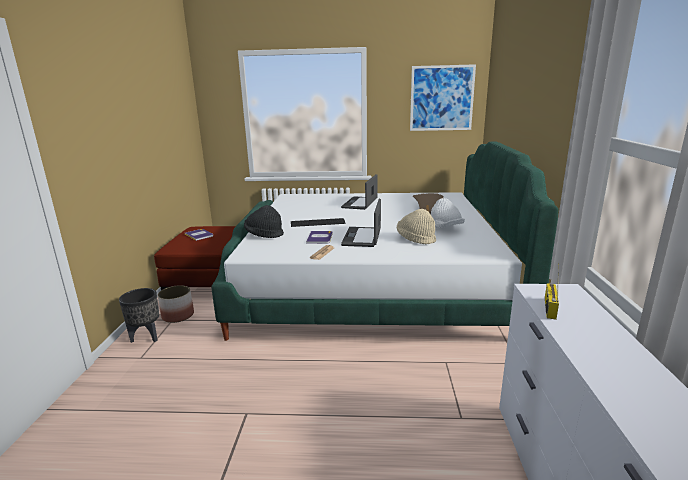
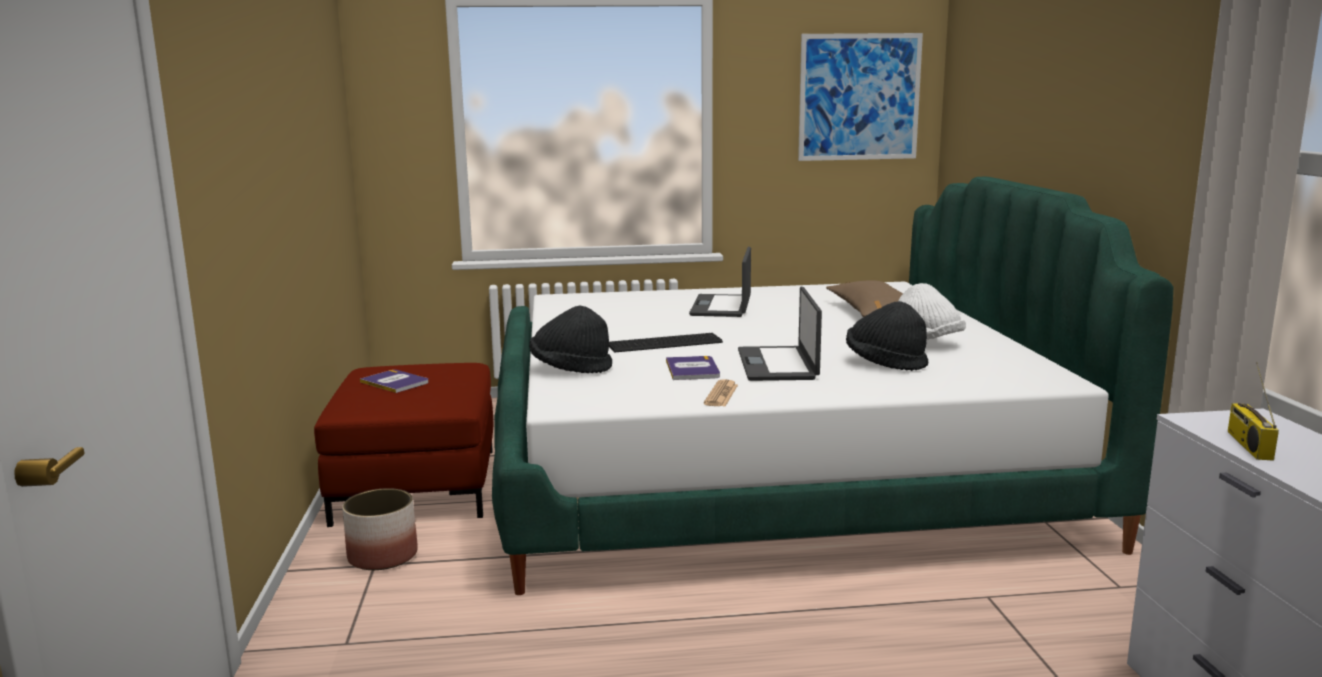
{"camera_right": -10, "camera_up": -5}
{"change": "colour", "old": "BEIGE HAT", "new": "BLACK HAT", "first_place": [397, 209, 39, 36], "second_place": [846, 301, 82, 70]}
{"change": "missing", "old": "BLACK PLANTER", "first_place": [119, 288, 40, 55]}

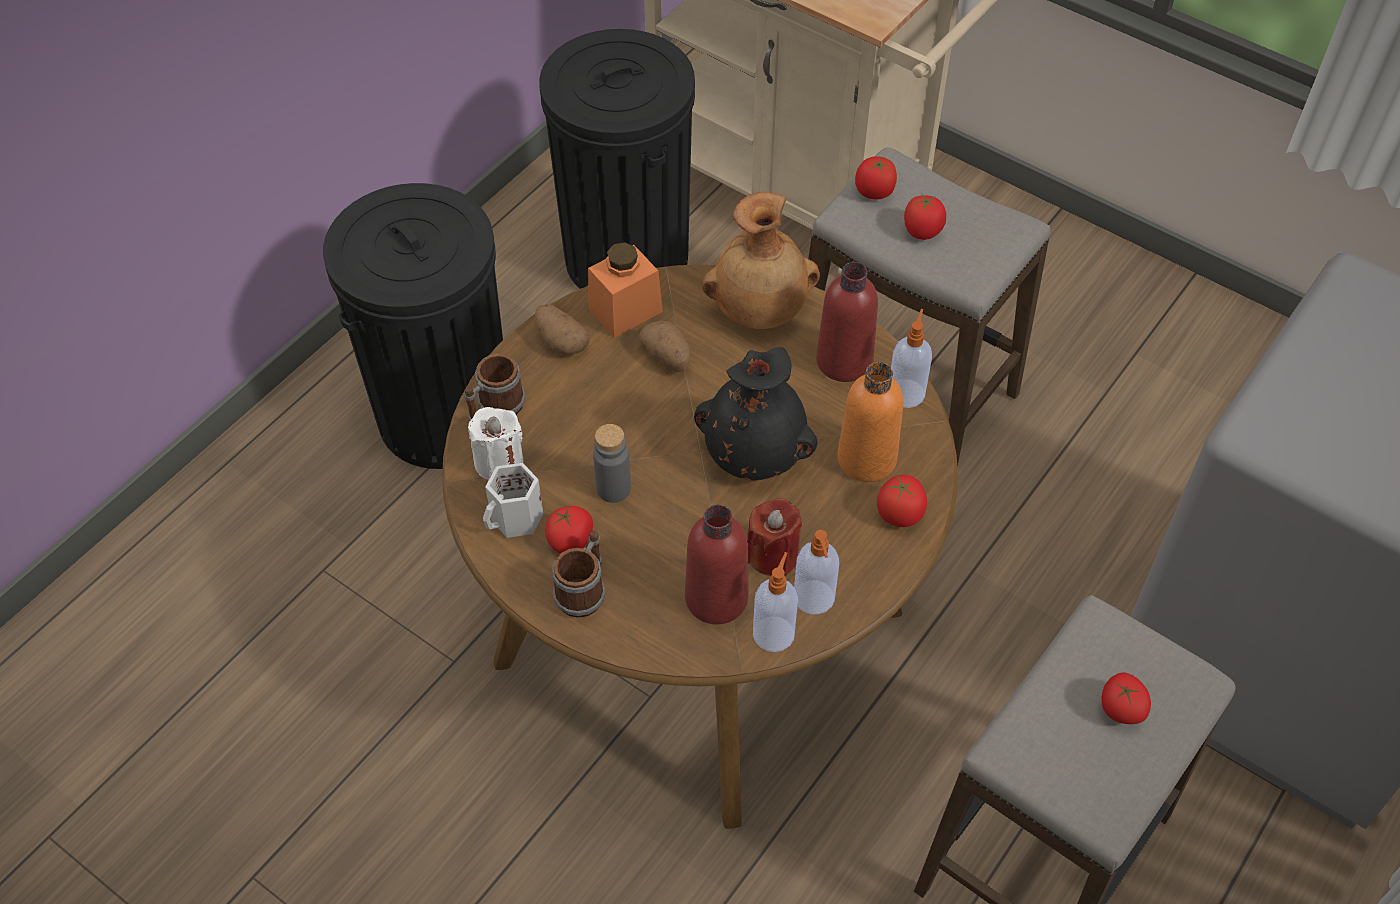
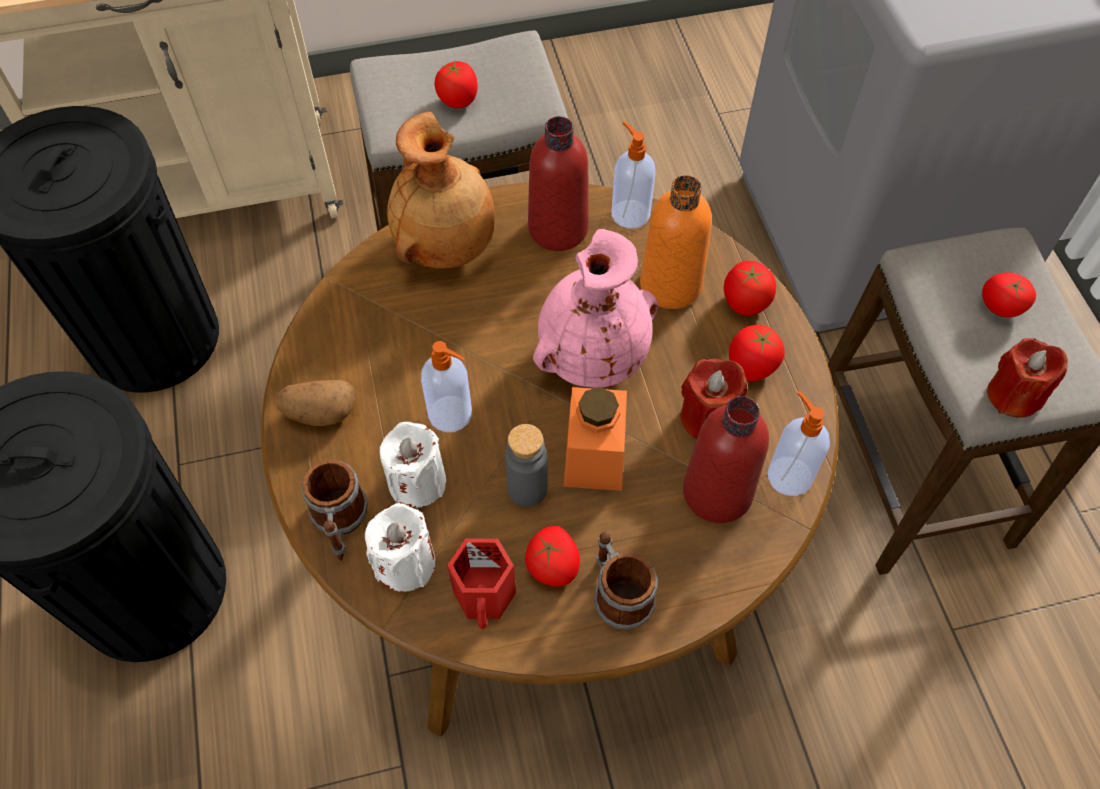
{"camera_right": -50, "camera_up": 5}
{"change": "appeared", "new": "WHITE CANDLE", "second_place": [380, 422, 66, 86]}
{"change": "relocated", "old": "SOAP DISPENSER", "first_place": [794, 530, 45, 85], "second_place": [421, 341, 51, 91]}
{"change": "colour", "old": "WHITE MUG", "new": "RED MUG", "first_place": [483, 463, 60, 75], "second_place": [447, 539, 69, 90]}
{"change": "colour", "old": "BLACK VASE", "new": "PINK VASE", "first_place": [694, 347, 124, 133], "second_place": [533, 229, 125, 159]}
{"change": "relocated", "old": "ORANGE JAR", "first_place": [588, 242, 75, 96], "second_place": [564, 387, 63, 104]}
{"change": "relocated", "old": "TOMATO", "first_place": [855, 156, 42, 44], "second_place": [729, 325, 56, 56]}
{"change": "appeared", "new": "RED CANDLE", "second_place": [987, 338, 81, 80]}
{"change": "missing", "old": "POTATO", "first_place": [639, 321, 52, 51]}

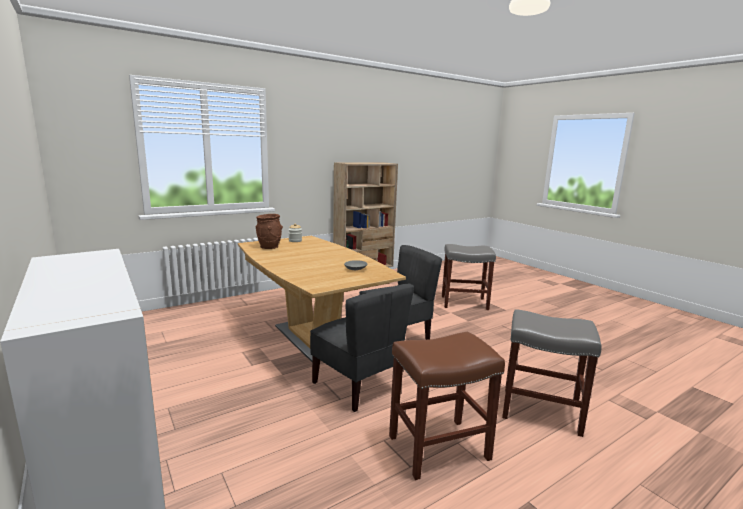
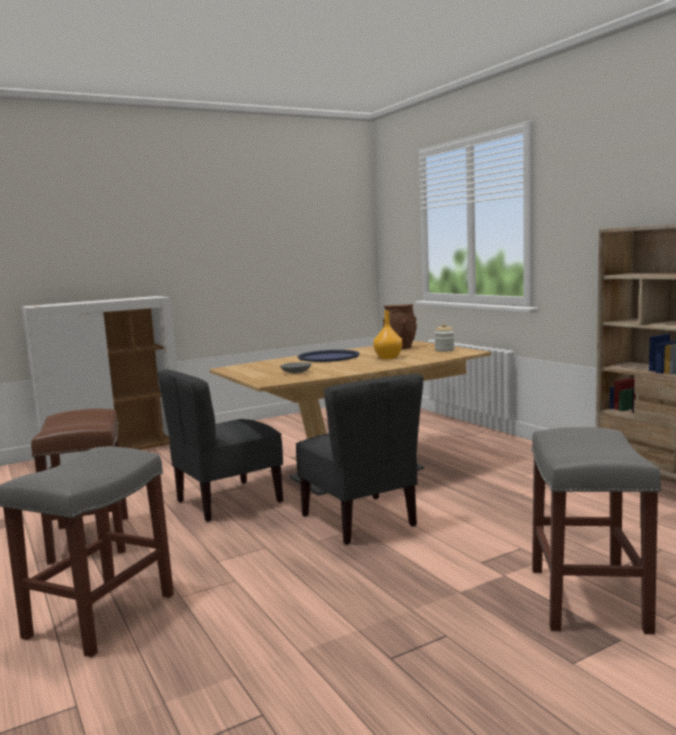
{"camera_right": 95, "camera_up": -5}
{"change": "appeared", "new": "BLUE TRAY", "second_place": [298, 350, 61, 12]}
{"change": "appeared", "new": "ORANGE VASE", "second_place": [373, 310, 30, 49]}

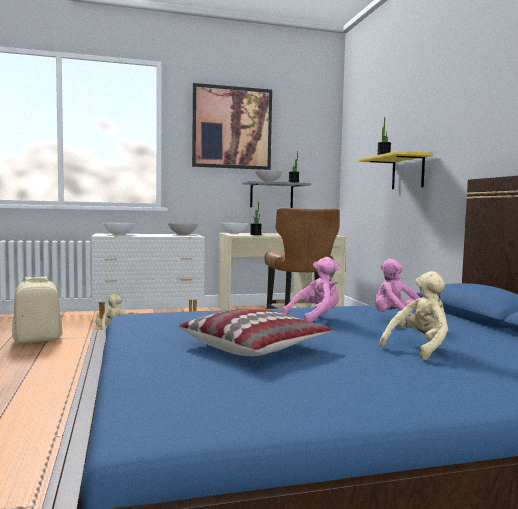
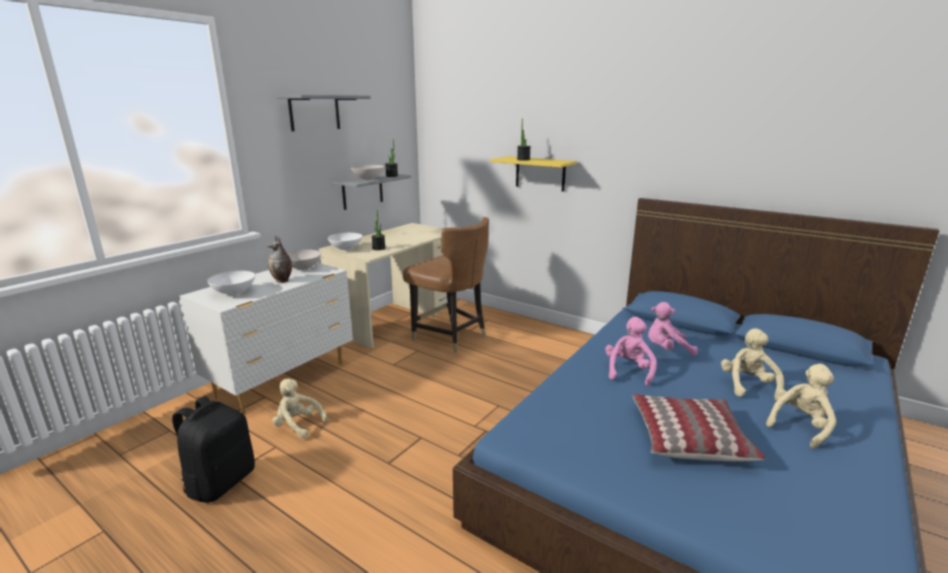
{"camera_right": -40, "camera_up": 15}
{"change": "colour", "old": "BEIGE BACKPACK", "new": "BLACK BACKPACK", "first_place": [12, 276, 51, 67], "second_place": [172, 396, 83, 107]}
{"change": "appeared", "new": "VASE", "second_place": [267, 236, 25, 47]}
{"change": "exchanged", "old": "PICTURE", "new": "GREY SHELF", "first_place": [192, 83, 80, 87], "second_place": [276, 95, 95, 36]}
{"change": "appeared", "new": "BEIGE PLUSH TOY", "second_place": [766, 364, 70, 85]}

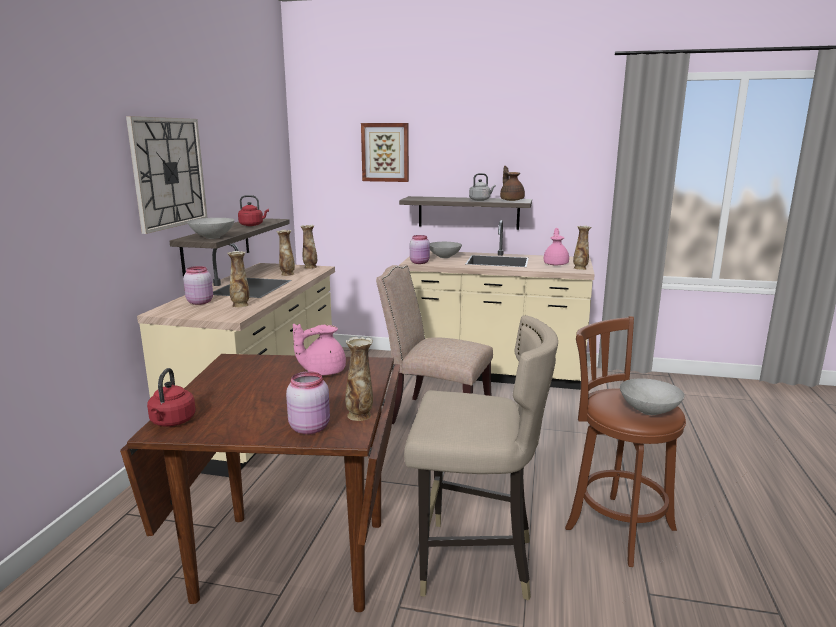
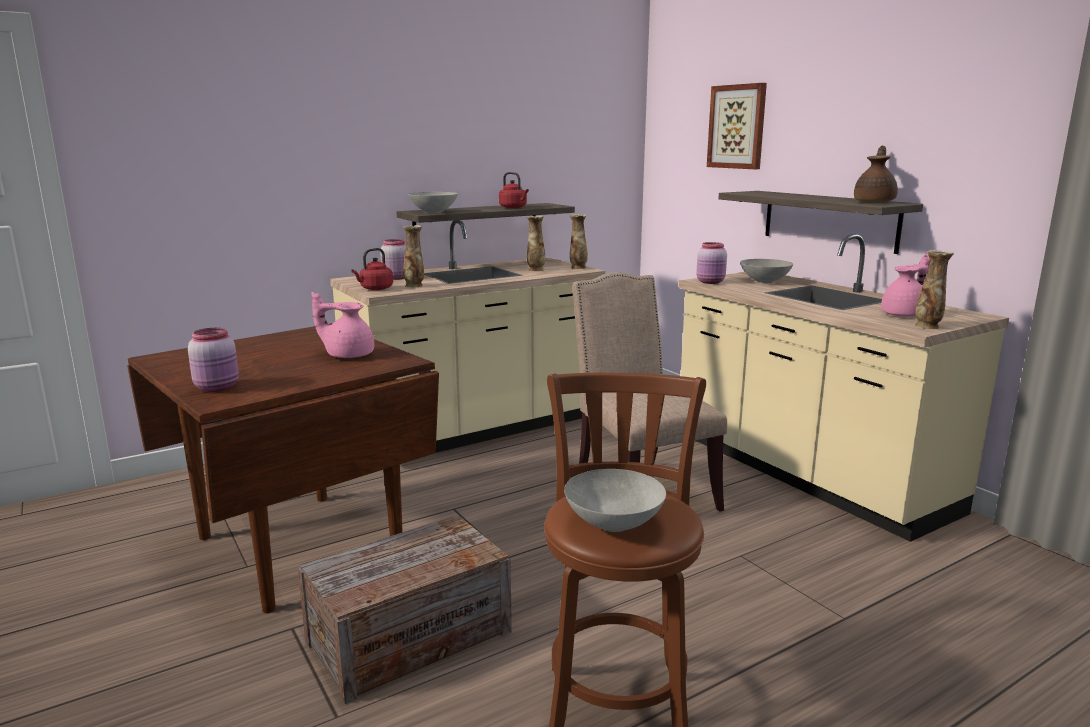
{"camera_right": 45, "camera_up": 0}
{"change": "exchanged", "old": "BEIGE STOOL", "new": "CRATE", "first_place": [404, 315, 154, 286], "second_place": [298, 515, 214, 189]}
{"change": "relocated", "old": "RED KETTLE", "first_place": [147, 368, 49, 59], "second_place": [351, 248, 42, 42]}
{"change": "missing", "old": "WALL CLOCK", "first_place": [126, 116, 81, 118]}
{"change": "missing", "old": "VASE", "first_place": [345, 337, 28, 84]}
{"change": "missing", "old": "GREY KETTLE", "first_place": [469, 173, 27, 28]}

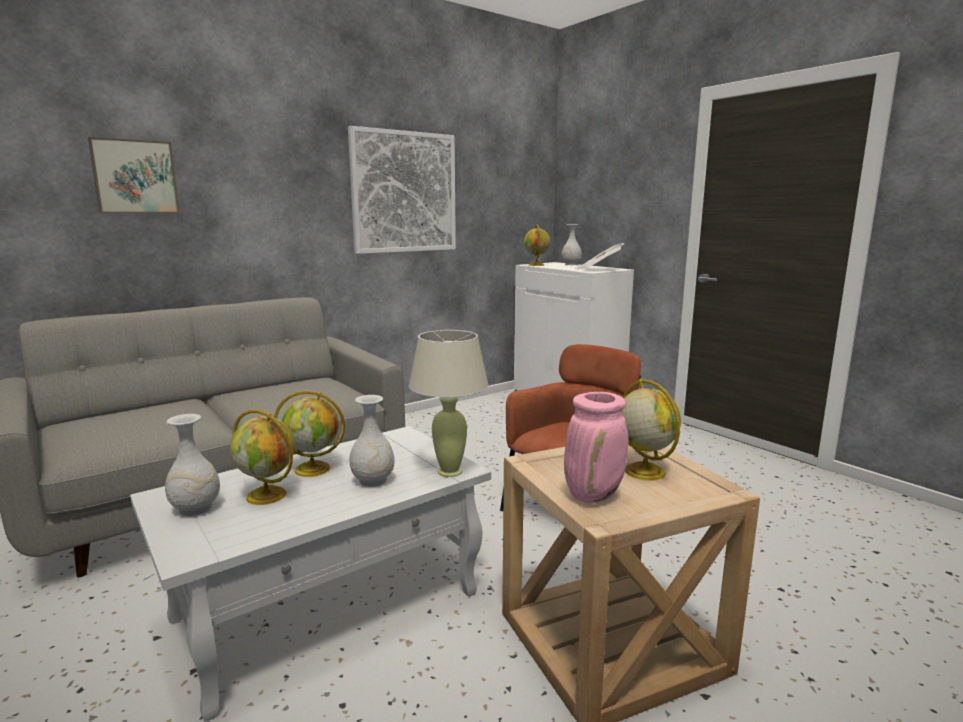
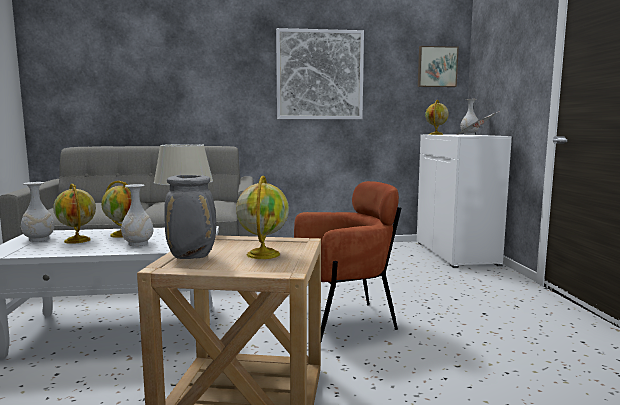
{"camera_right": 30, "camera_up": -5}
{"change": "colour", "old": "PINK VASE", "new": "GREY VASE", "first_place": [564, 392, 65, 111], "second_place": [164, 175, 52, 84]}
{"change": "relocated", "old": "PICTURE", "first_place": [88, 137, 92, 76], "second_place": [418, 46, 41, 41]}

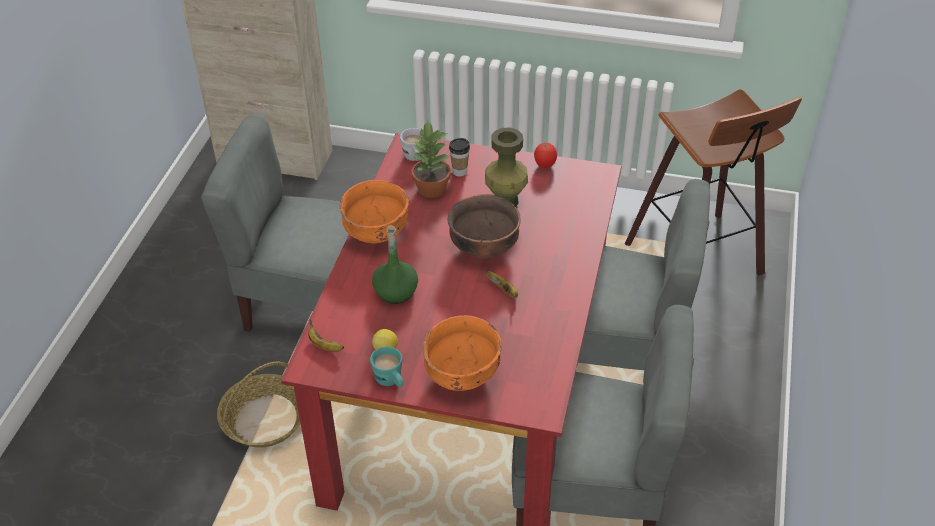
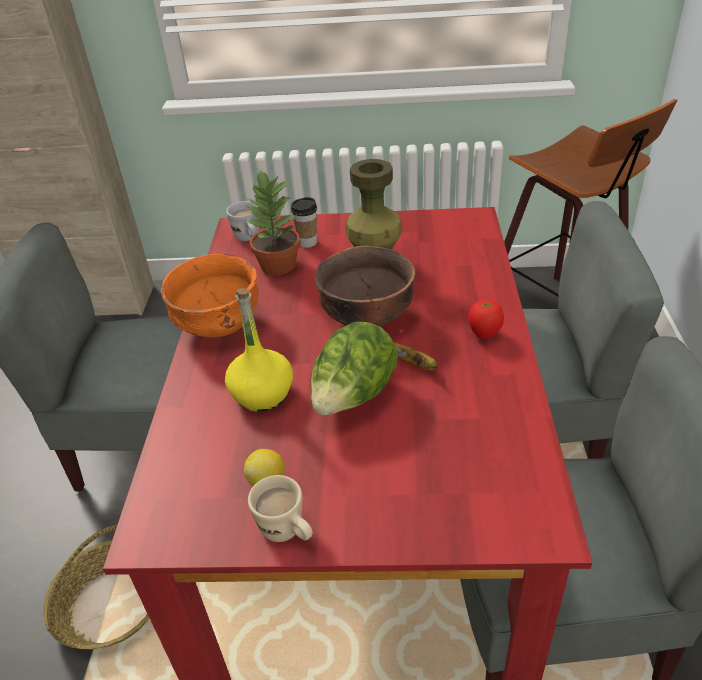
{"camera_right": -10, "camera_up": -5}
{"change": "colour", "old": "GREEN BOTTLE", "new": "YELLOW BOTTLE", "first_place": [372, 225, 46, 79], "second_place": [225, 288, 68, 124]}
{"change": "colour", "old": "TURQUOISE MUG", "new": "BEIGE MUG", "first_place": [370, 346, 34, 41], "second_place": [248, 475, 65, 67]}
{"change": "appeared", "new": "LETTUCE", "second_place": [310, 322, 88, 93]}
{"change": "relocated", "old": "TOMATO", "first_place": [534, 143, 23, 25], "second_place": [468, 299, 36, 39]}
{"change": "missing", "old": "BANANA", "first_place": [308, 320, 36, 32]}
{"change": "missing", "old": "ORANGE BOWL", "first_place": [423, 315, 79, 76]}

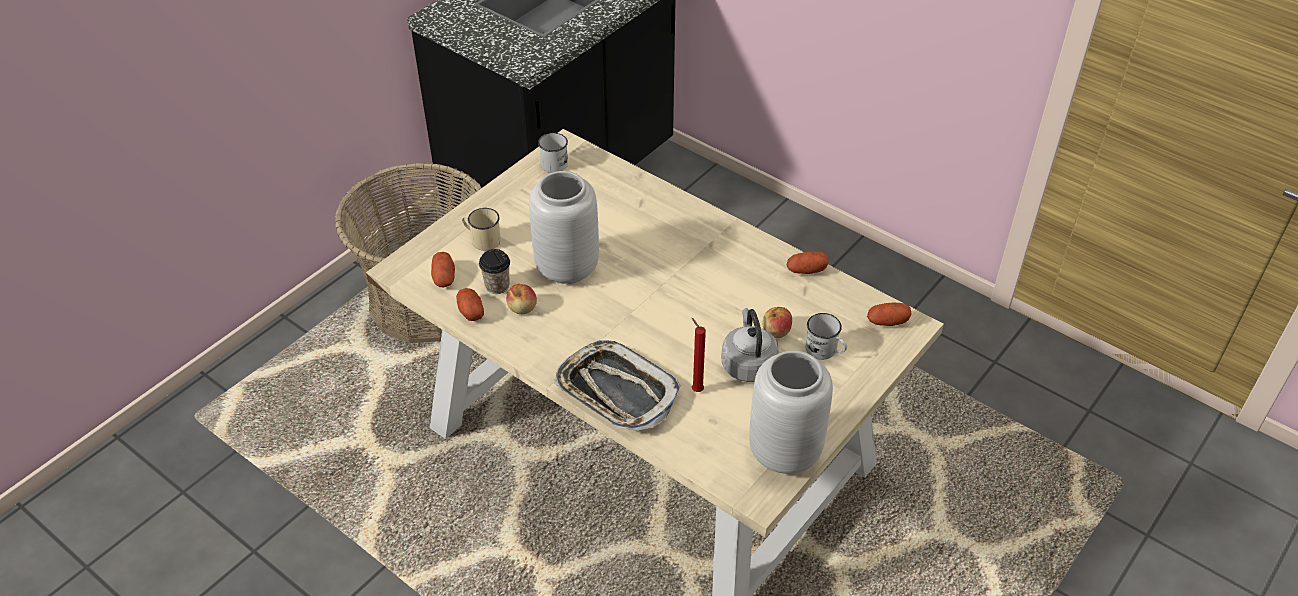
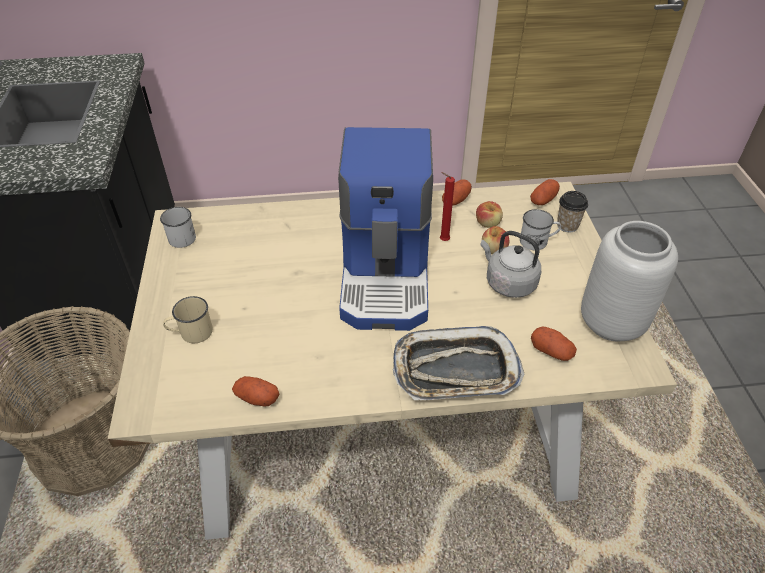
{"camera_right": -45, "camera_up": 0}
{"change": "appeared", "new": "COFFEE MACHINE", "second_place": [338, 127, 95, 204]}
{"change": "relocated", "old": "RED CANDLE", "first_place": [692, 318, 14, 74], "second_place": [440, 172, 15, 69]}
{"change": "relocated", "old": "APPLE", "first_place": [506, 284, 31, 30], "second_place": [476, 201, 27, 27]}
{"change": "relocated", "old": "POTATO", "first_place": [431, 252, 24, 35], "second_place": [531, 327, 46, 34]}
{"change": "relocated", "old": "CUP", "first_place": [479, 249, 31, 45], "second_place": [557, 191, 31, 41]}
{"change": "missing", "old": "GREY VASE", "first_place": [529, 171, 70, 113]}

